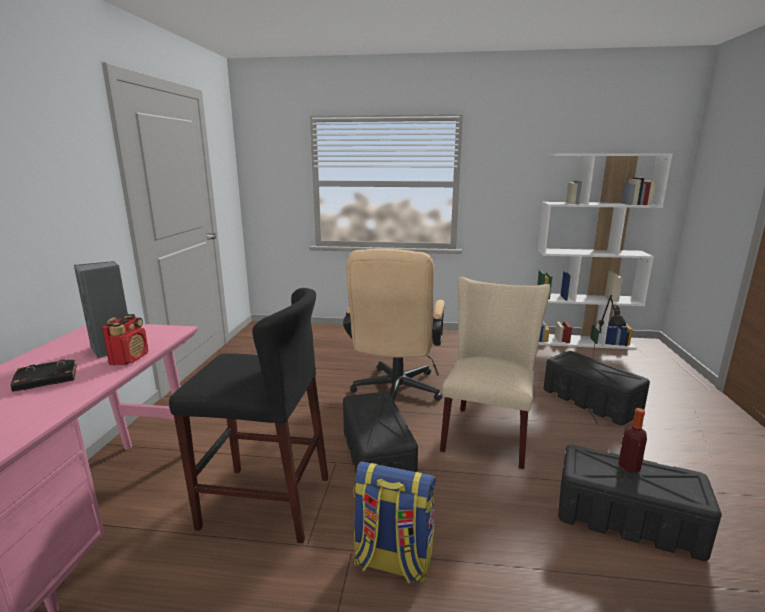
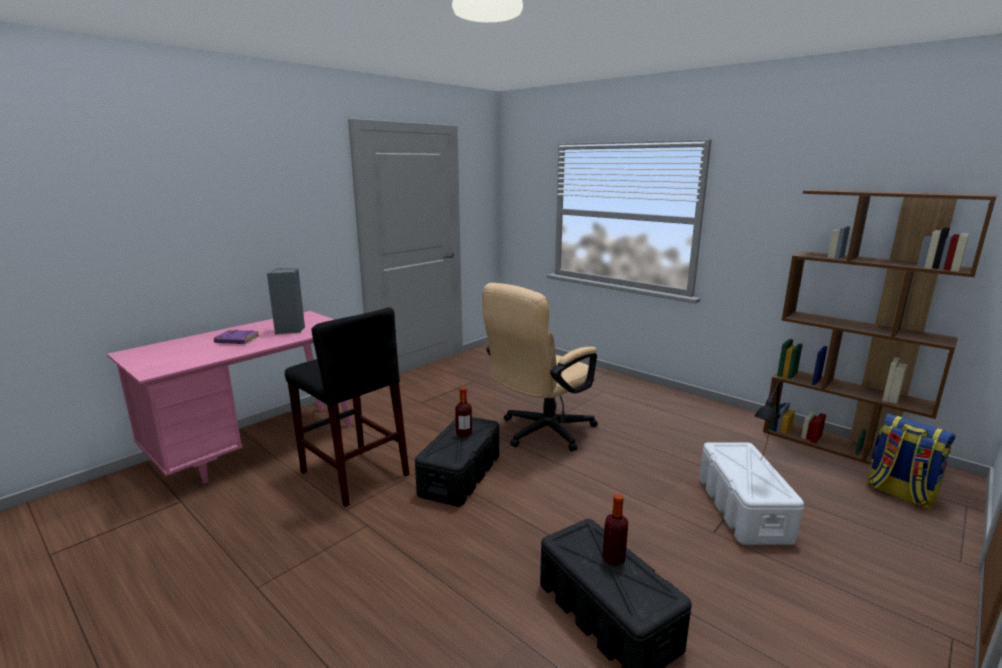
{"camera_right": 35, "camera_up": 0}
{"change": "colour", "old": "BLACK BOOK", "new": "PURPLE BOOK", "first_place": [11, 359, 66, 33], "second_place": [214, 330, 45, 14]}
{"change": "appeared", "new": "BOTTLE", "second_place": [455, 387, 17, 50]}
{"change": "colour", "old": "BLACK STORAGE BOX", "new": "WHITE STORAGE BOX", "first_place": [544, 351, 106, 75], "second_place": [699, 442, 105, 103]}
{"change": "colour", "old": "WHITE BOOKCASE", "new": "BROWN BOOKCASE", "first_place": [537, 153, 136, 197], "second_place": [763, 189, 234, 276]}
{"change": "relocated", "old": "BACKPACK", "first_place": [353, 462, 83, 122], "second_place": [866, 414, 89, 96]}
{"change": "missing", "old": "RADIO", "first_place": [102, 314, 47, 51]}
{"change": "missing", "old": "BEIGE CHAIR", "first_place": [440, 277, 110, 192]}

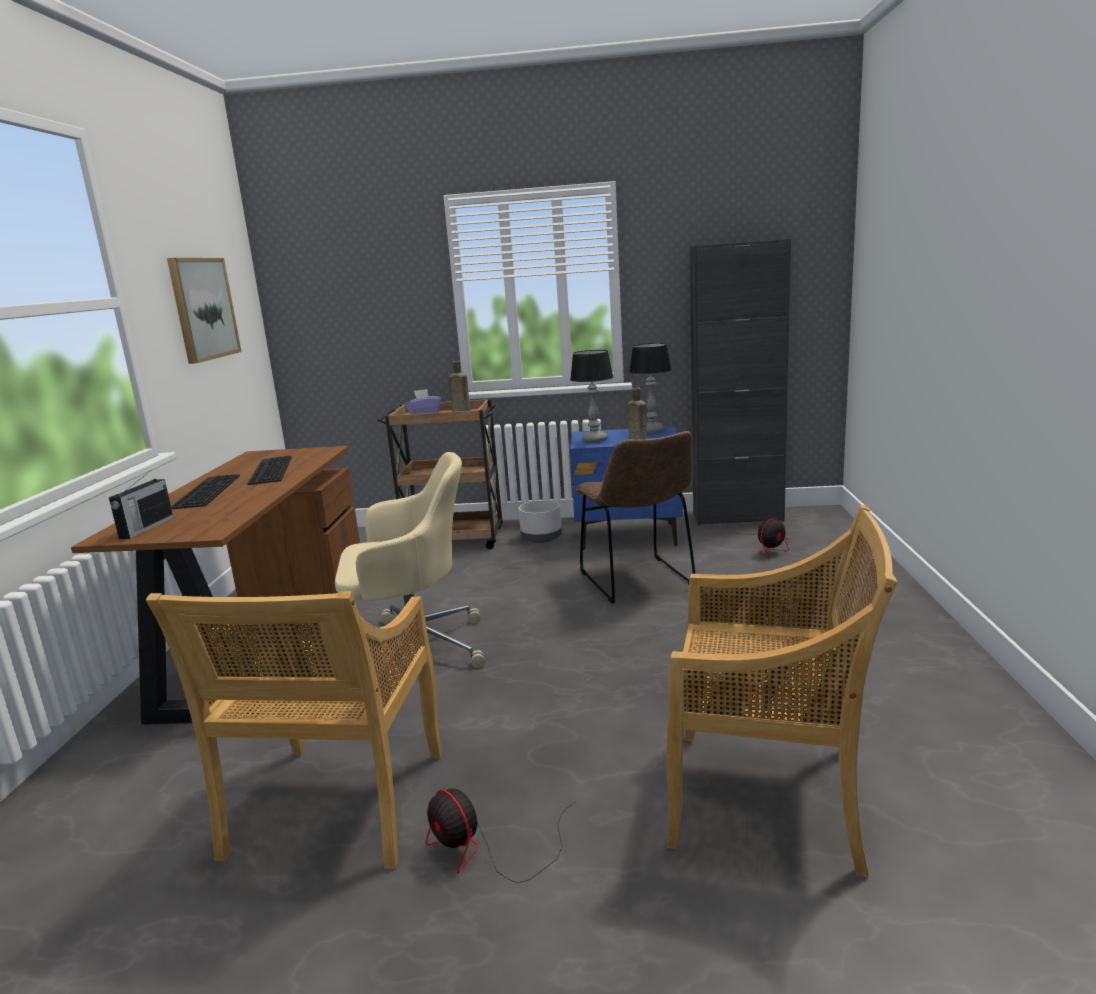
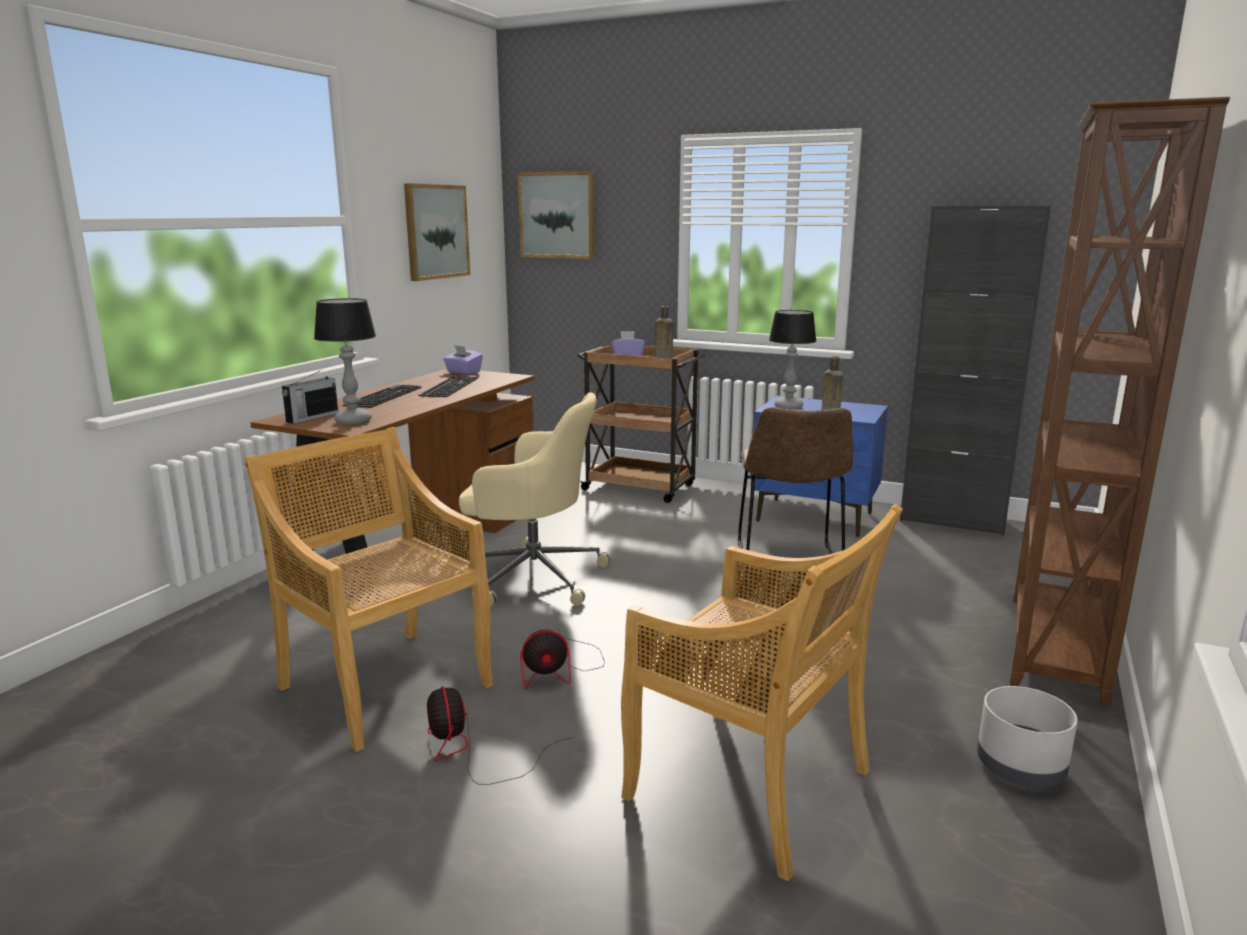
{"camera_right": 20, "camera_up": 0}
{"change": "spun", "old": "BEIGE CHAIR", "first_place": [146, 591, 296, 278], "second_place": [244, 427, 249, 325], "degrees": 105}
{"change": "relocated", "old": "TABLE LAMP", "first_place": [629, 343, 43, 91], "second_place": [314, 298, 62, 127]}
{"change": "appeared", "new": "PURPLE TISSUE BOX", "second_place": [443, 345, 40, 30]}
{"change": "appeared", "new": "PICTURE", "second_place": [518, 171, 77, 88]}
{"change": "relocated", "old": "FAN", "first_place": [734, 518, 56, 40], "second_place": [520, 629, 85, 60]}
{"change": "relocated", "old": "GREY PLANTER", "first_place": [519, 500, 43, 43], "second_place": [977, 686, 101, 101]}
{"change": "appeared", "new": "BROWN BOOKCASE", "second_place": [1010, 97, 220, 609]}

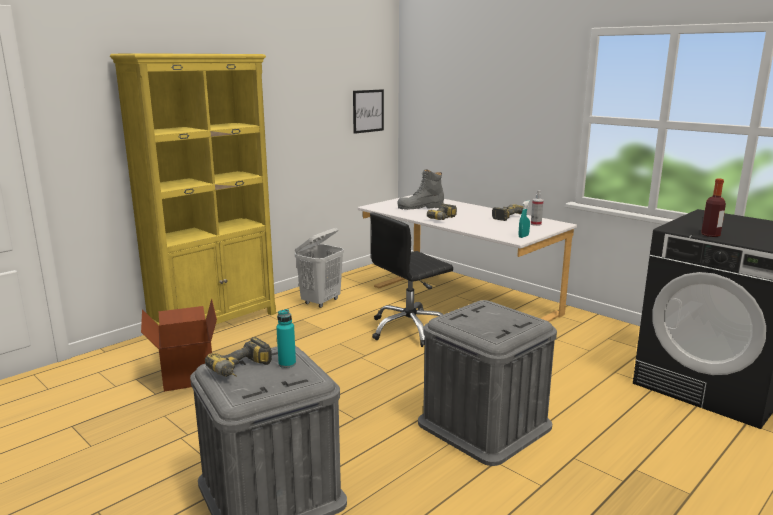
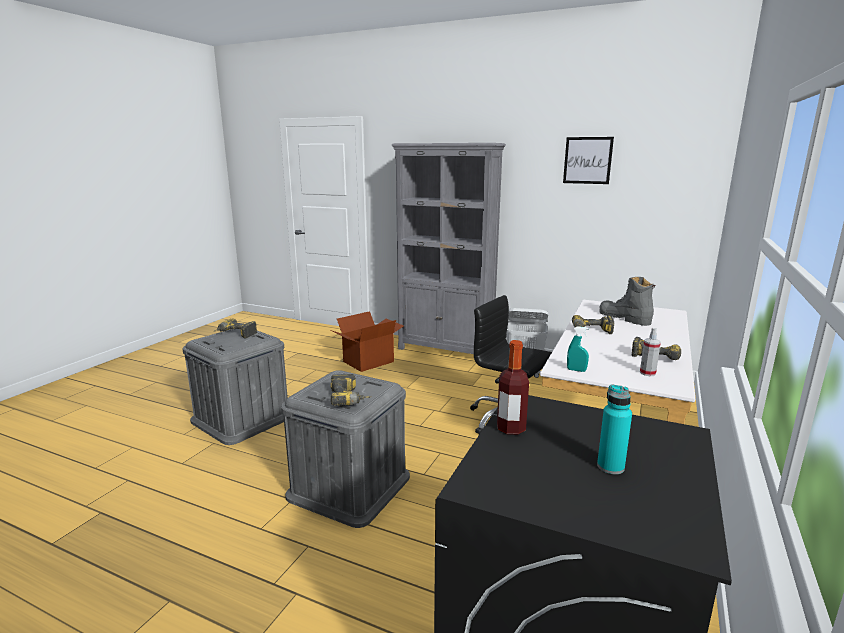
{"camera_right": 70, "camera_up": 0}
{"change": "appeared", "new": "POWER DRILL", "second_place": [330, 374, 41, 32]}
{"change": "colour", "old": "YELLOW BOOKCASE", "new": "GREY BOOKCASE", "first_place": [110, 53, 166, 272], "second_place": [392, 143, 114, 211]}
{"change": "relocated", "old": "PICTURE", "first_place": [353, 89, 31, 45], "second_place": [563, 137, 51, 47]}
{"change": "relocated", "old": "TURQUOISE BOTTLE", "first_place": [276, 309, 20, 59], "second_place": [597, 385, 35, 89]}

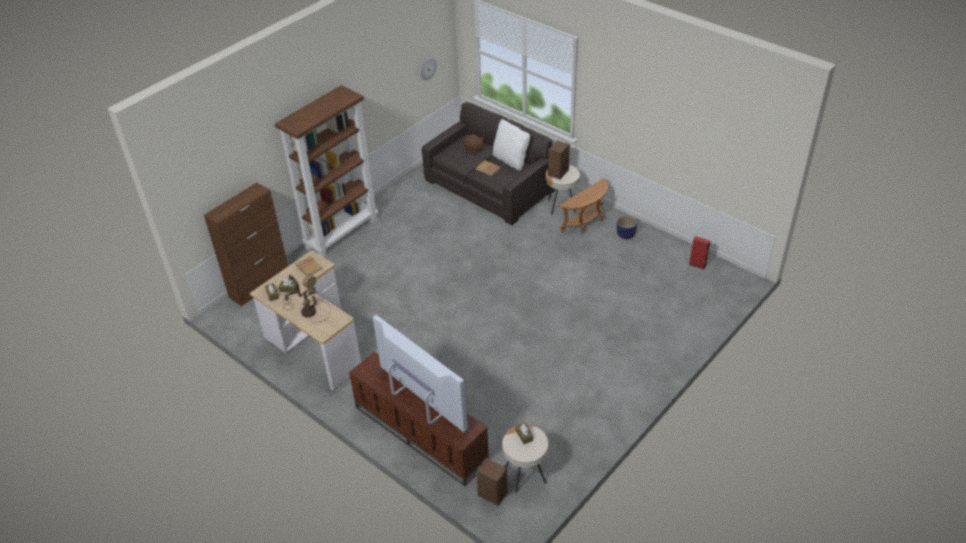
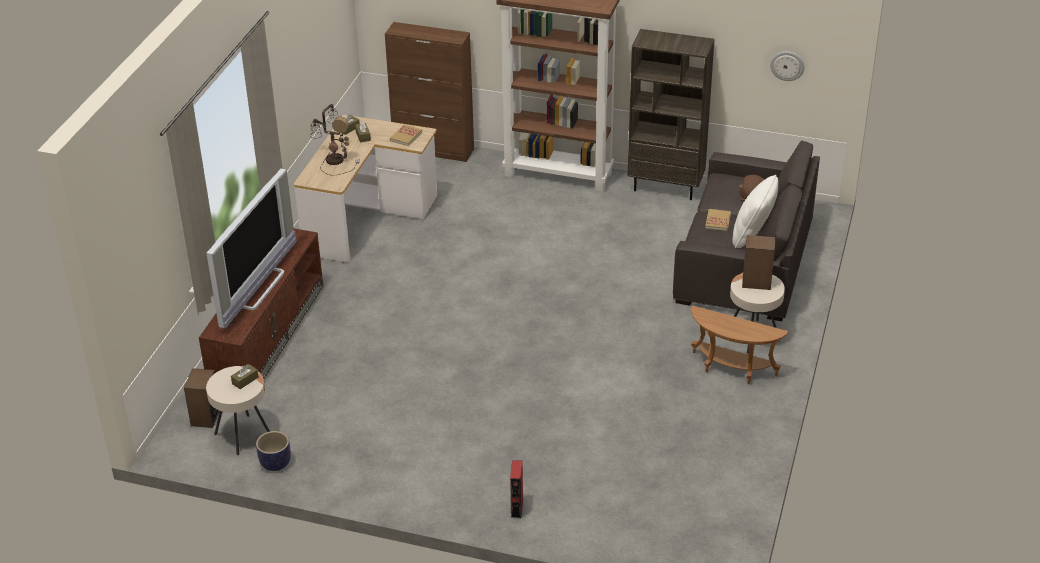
{"camera_right": 65, "camera_up": -5}
{"change": "relocated", "old": "PLANTER", "first_place": [617, 215, 20, 24], "second_place": [256, 431, 35, 40]}
{"change": "relocated", "old": "RED SPEAKER", "first_place": [689, 236, 21, 33], "second_place": [510, 460, 13, 58]}
{"change": "appeared", "new": "BROWN BOOKCASE", "second_place": [627, 29, 88, 171]}

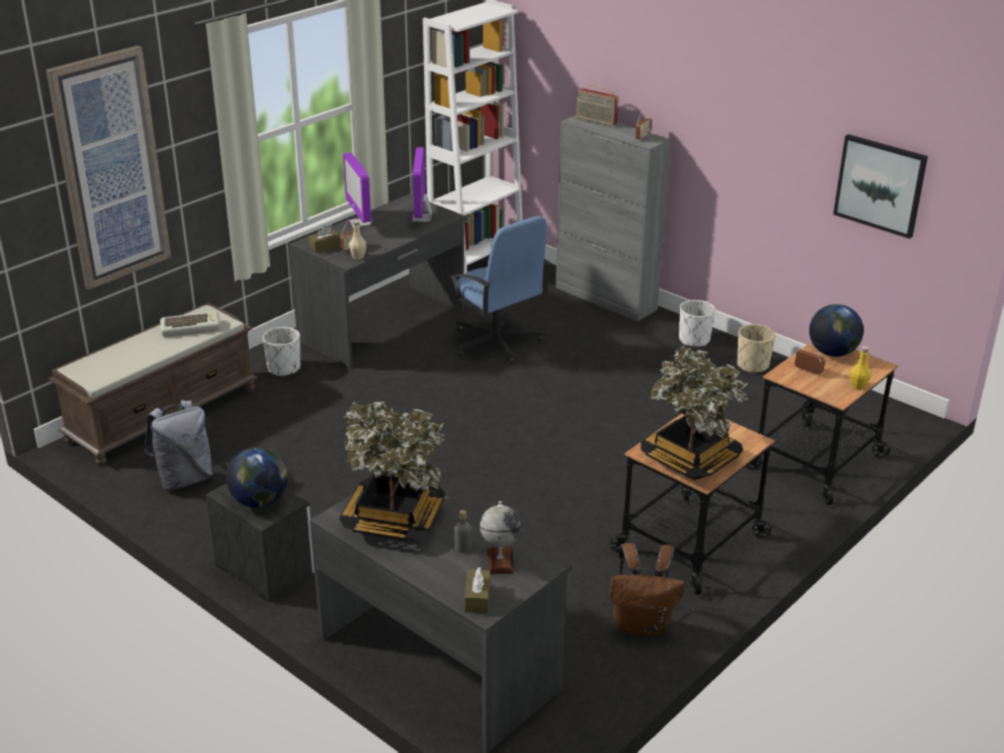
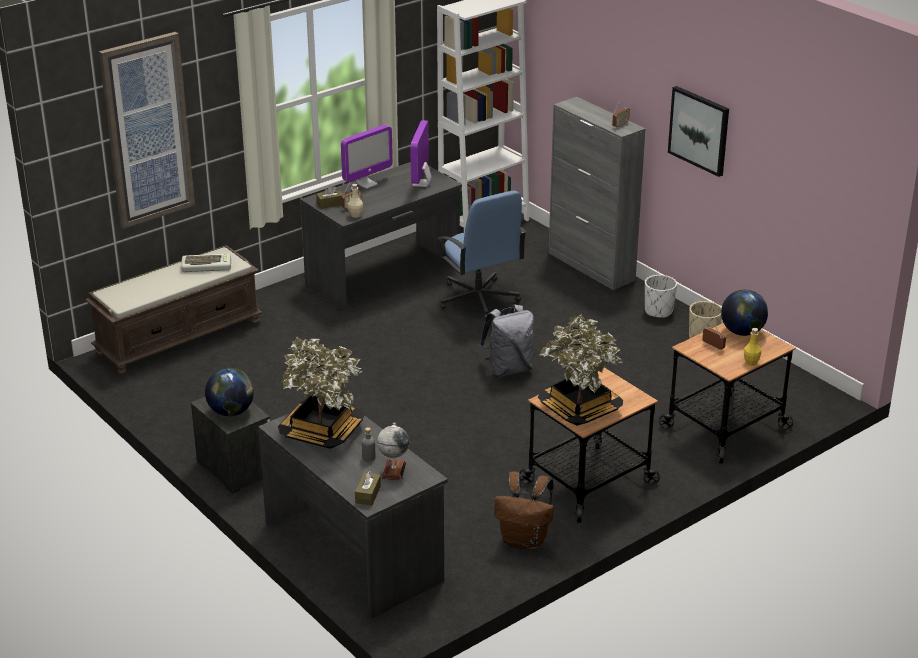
{"camera_right": 10, "camera_up": 0}
{"change": "spun", "old": "MONITOR", "first_place": [343, 152, 29, 75], "second_place": [341, 125, 52, 64], "degrees": -120}
{"change": "relocated", "old": "GREY BACKPACK", "first_place": [145, 400, 68, 91], "second_place": [479, 304, 55, 73]}
{"change": "relocated", "old": "PICTURE", "first_place": [833, 134, 95, 105], "second_place": [668, 86, 61, 91]}
{"change": "missing", "old": "WHITE PLANTER", "first_place": [263, 327, 37, 50]}
{"change": "missing", "old": "RADIO", "first_place": [576, 85, 43, 41]}

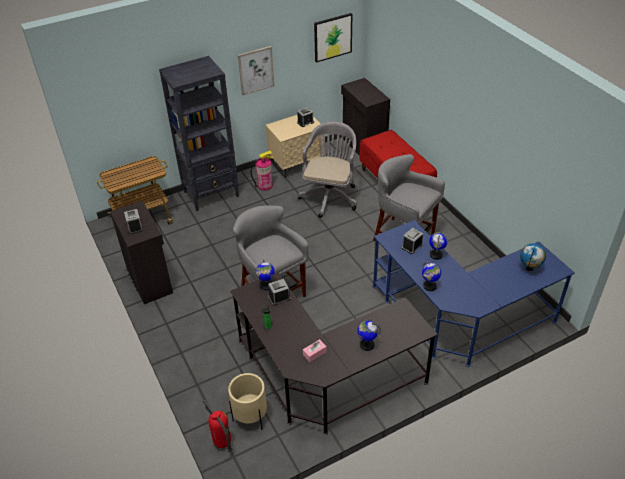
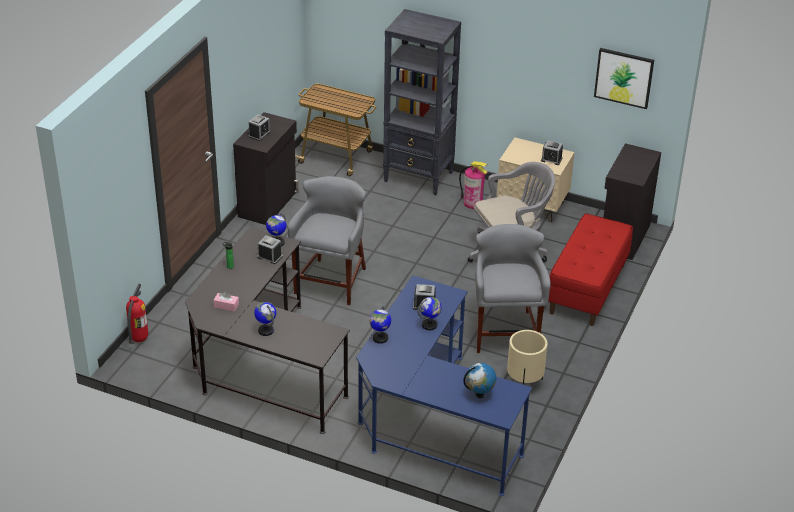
{"camera_right": 50, "camera_up": -5}
{"change": "relocated", "old": "BEIGE PLANTER", "first_place": [228, 373, 39, 57], "second_place": [507, 330, 41, 55]}
{"change": "missing", "old": "PICTURE", "first_place": [238, 46, 36, 49]}

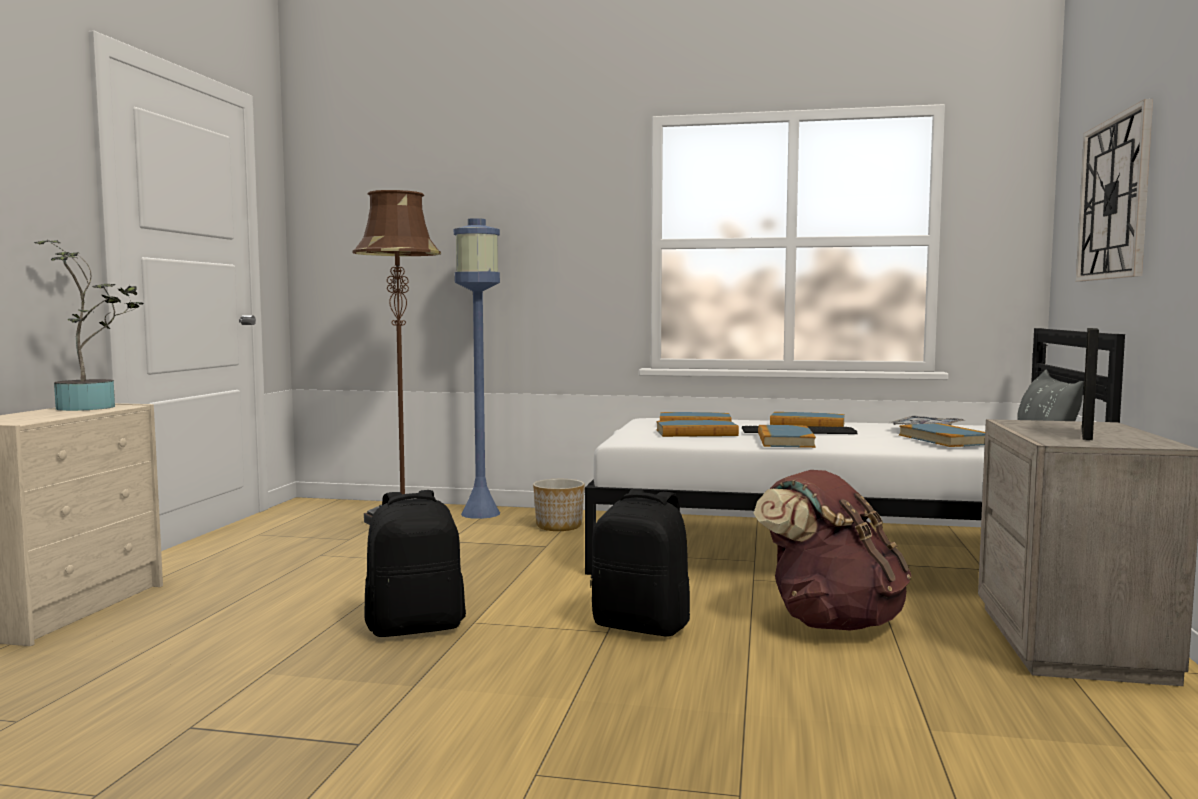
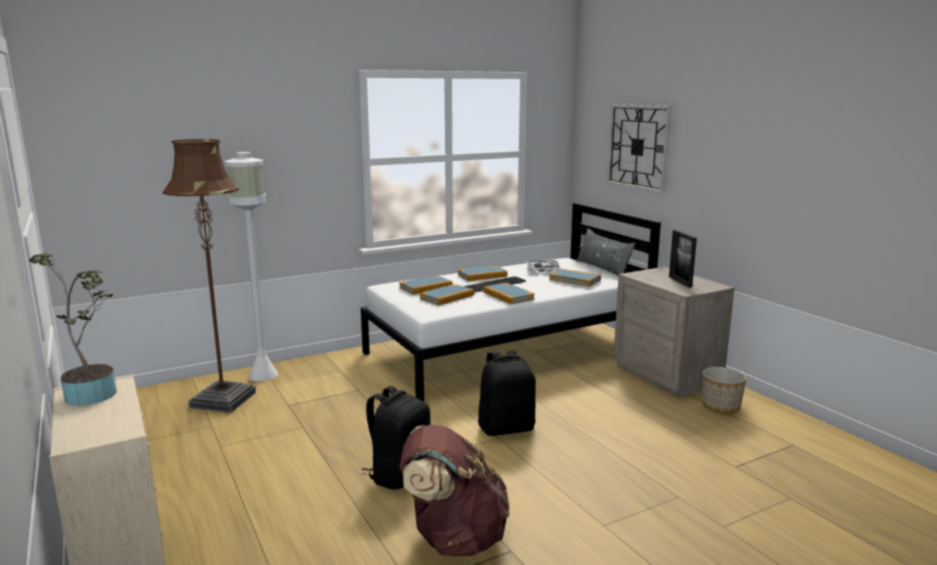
{"camera_right": -40, "camera_up": 10}
{"change": "colour", "old": "BLUE FLOOR LAMP", "new": "WHITE FLOOR LAMP", "first_place": [454, 218, 46, 301], "second_place": [225, 152, 53, 229]}
{"change": "relocated", "old": "BROWN BACKPACK", "first_place": [753, 470, 159, 160], "second_place": [400, 424, 110, 132]}
{"change": "relocated", "old": "PLANTER", "first_place": [533, 479, 52, 52], "second_place": [702, 367, 45, 47]}

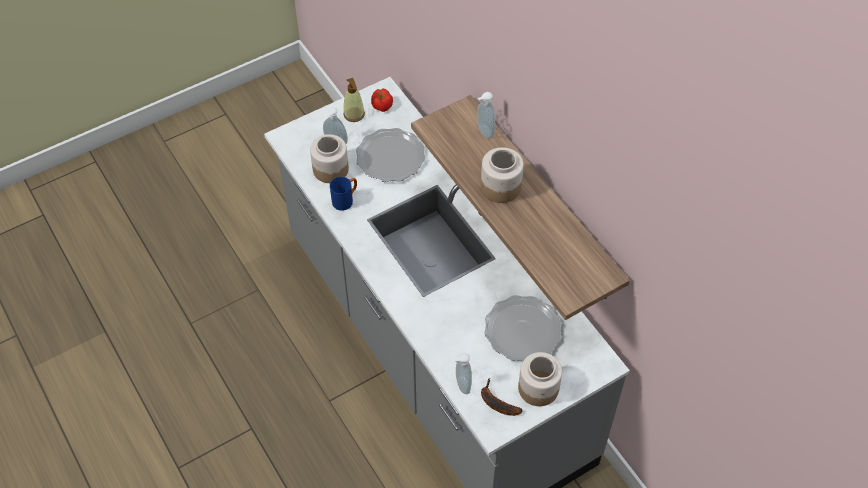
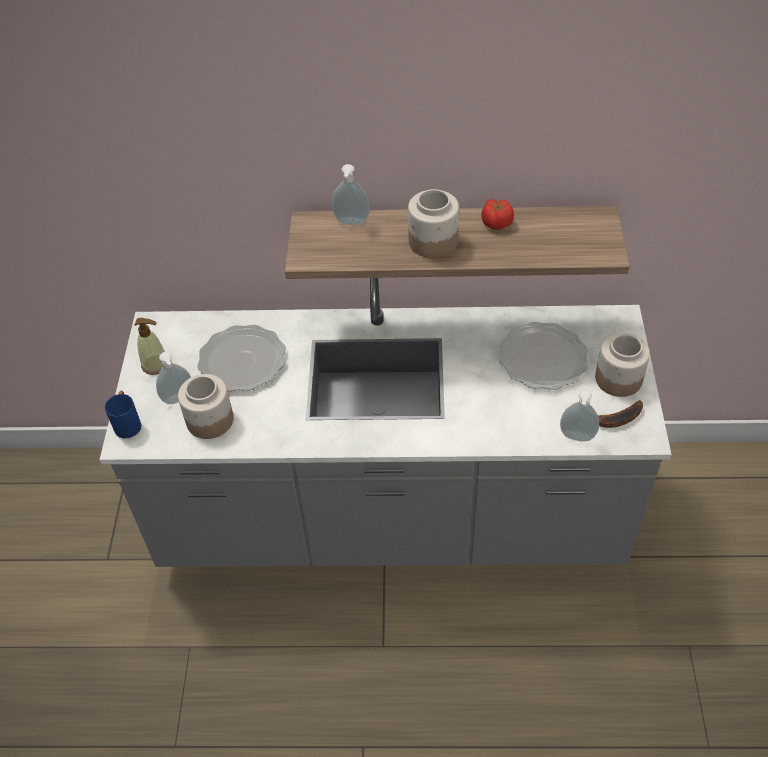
{"camera_right": -55, "camera_up": -5}
{"change": "relocated", "old": "BLUE MUG", "first_place": [330, 177, 27, 34], "second_place": [105, 391, 36, 47]}
{"change": "relocated", "old": "TOMATO", "first_place": [371, 88, 22, 24], "second_place": [481, 199, 33, 31]}

